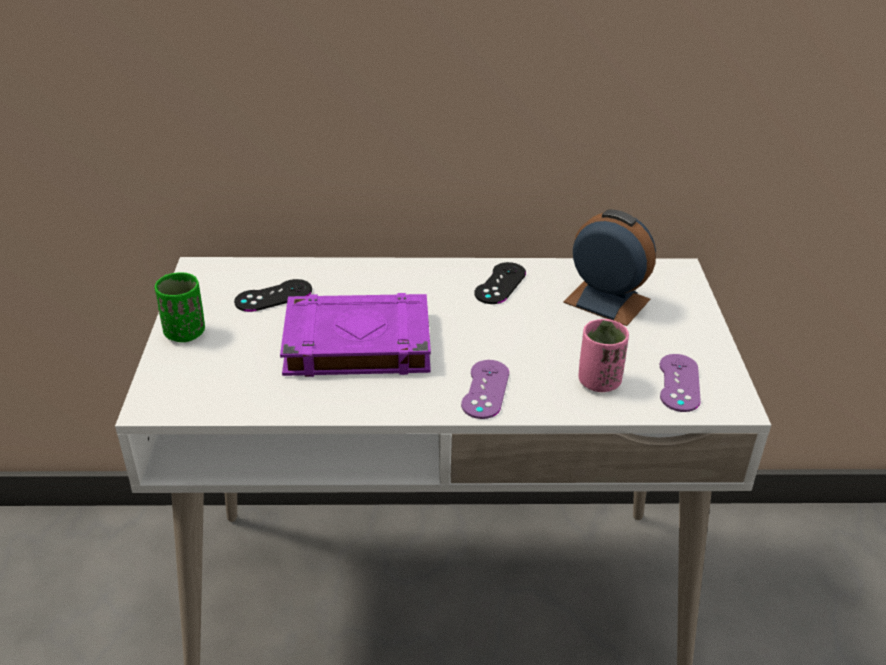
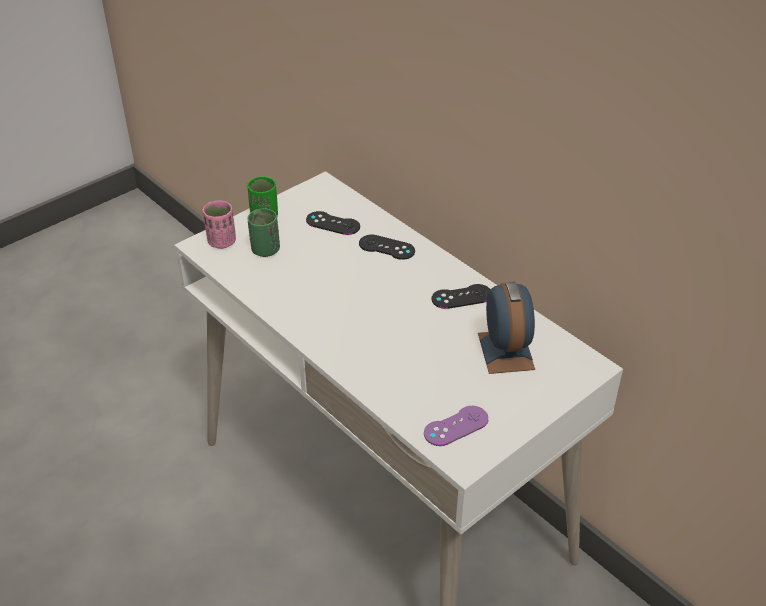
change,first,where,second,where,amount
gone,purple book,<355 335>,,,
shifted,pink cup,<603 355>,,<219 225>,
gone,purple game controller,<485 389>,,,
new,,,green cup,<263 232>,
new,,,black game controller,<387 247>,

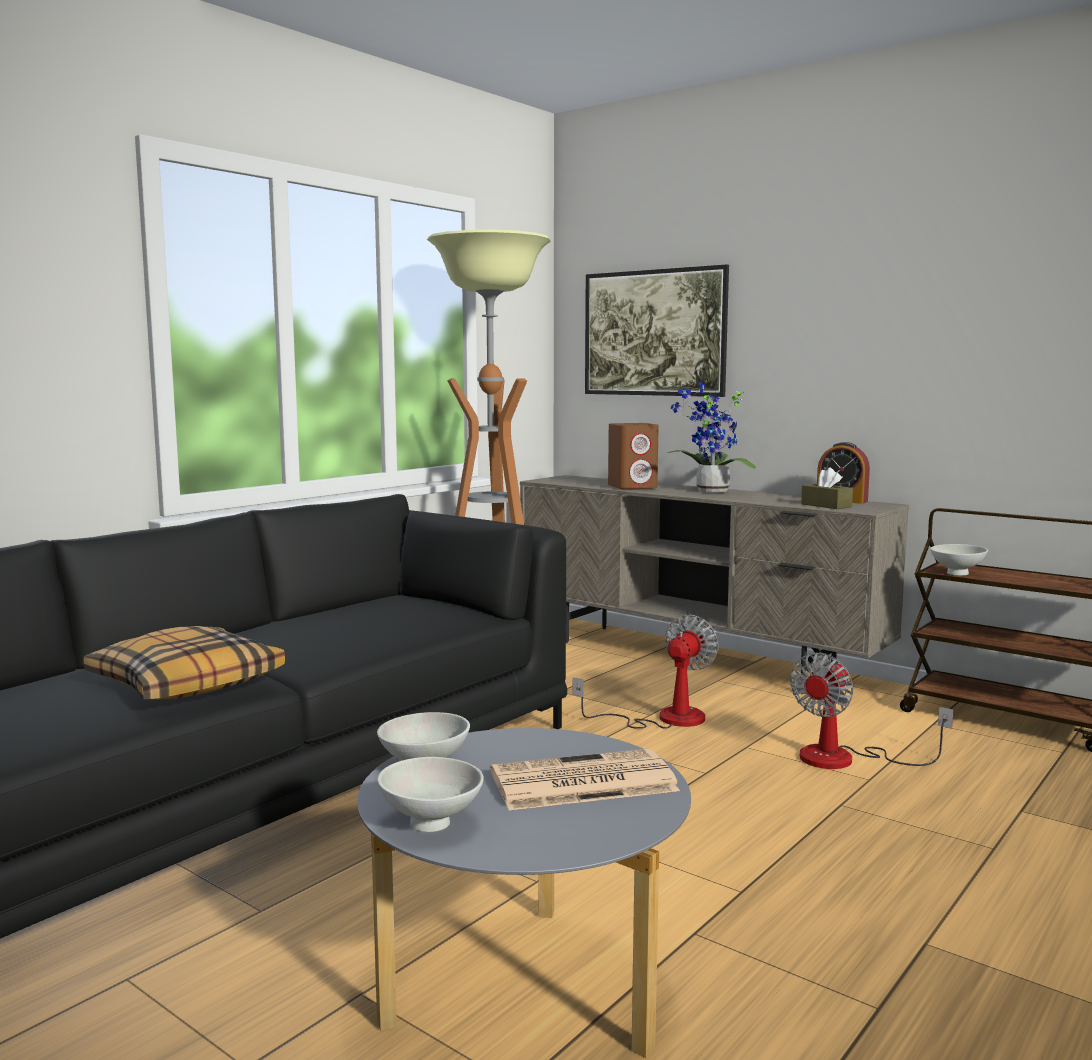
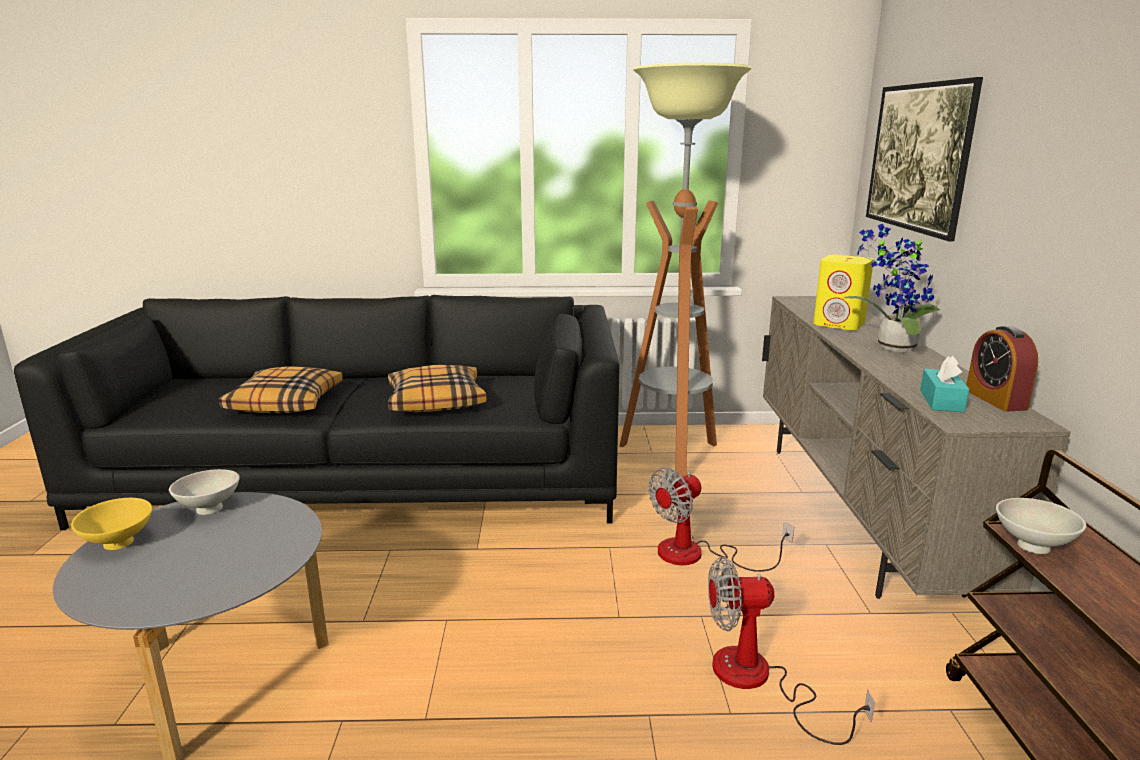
change,first,where,second,where,amount
repainted,brown speaker,<633 456>,yellow speaker,<843 292>,
repainted,brown tissue box,<827 488>,turquoise tissue box,<944 384>,
rotated,fan,<645 672>,,<721 520>,150 degrees clockwise
gone,newspaper,<585 779>,,,
repainted,white bowl,<430 794>,yellow bowl,<111 524>,
new,,,pillow,<437 388>,

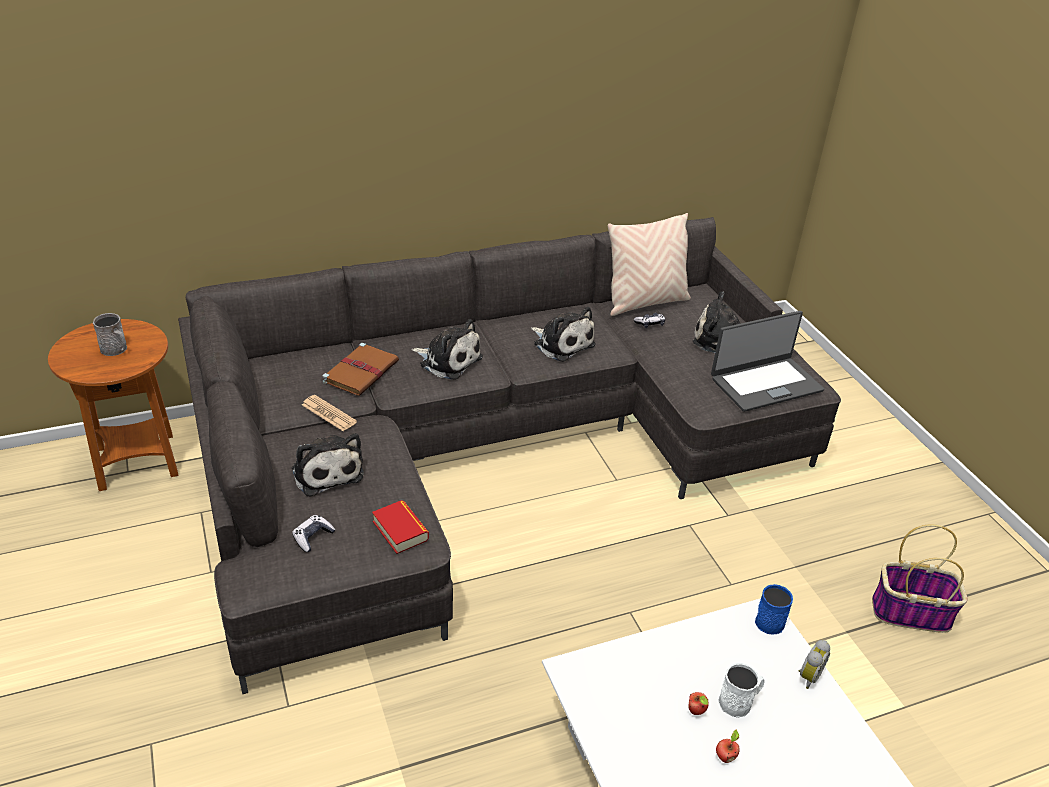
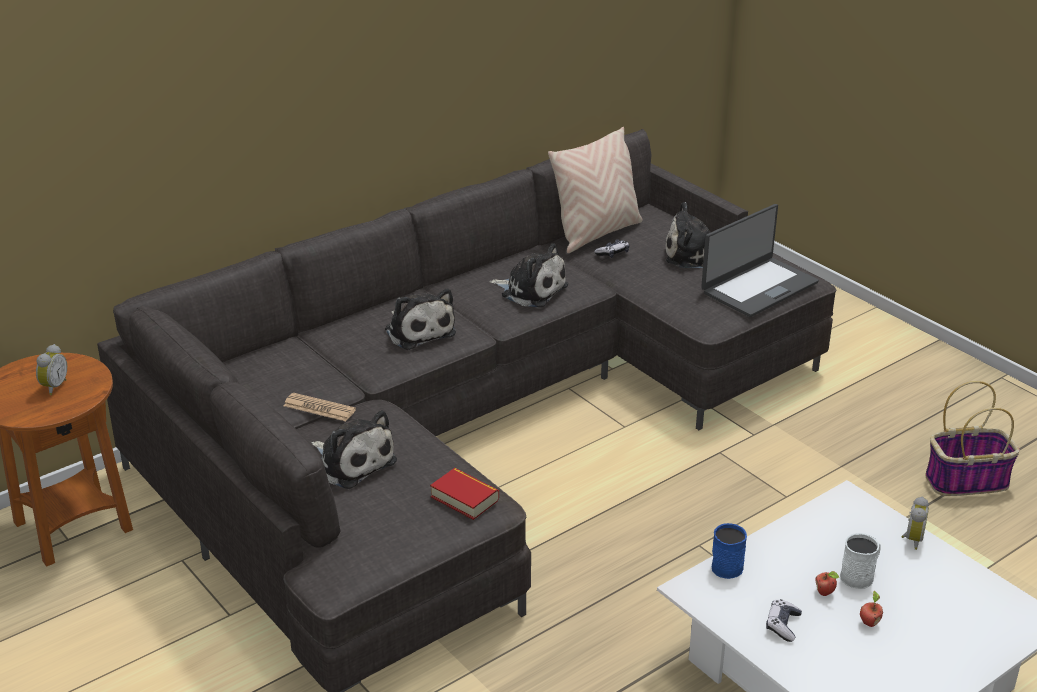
change,first,where,second,where,amount
swapped,grey mug,<110 334>,alarm clock,<51 369>,
rotated,plush toy,<447 349>,,<420 319>,45 degrees clockwise
gone,brown book,<360 369>,,,
shifted,game controller,<313 533>,,<784 620>,
shifted,blue mug,<774 609>,,<729 551>,

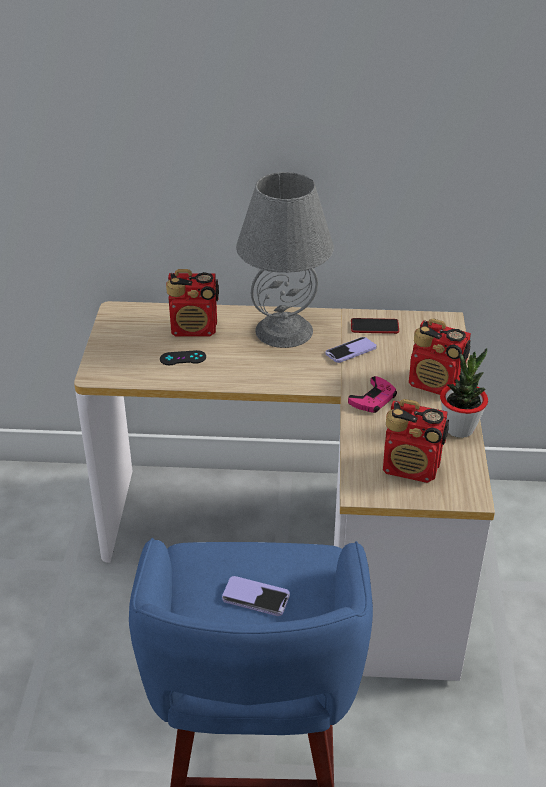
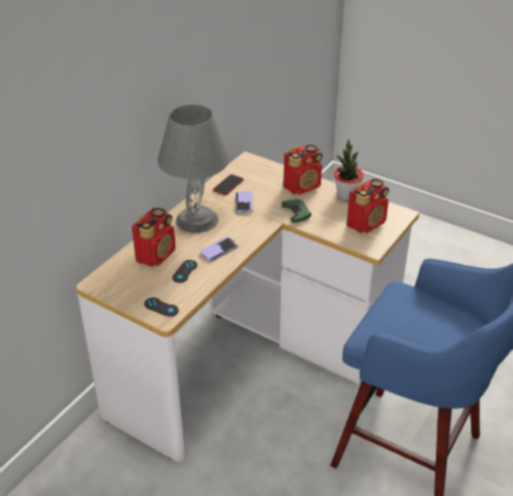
change,first,where,second,where,amount
repainted,pink game controller,<372 394>,green game controller,<296 211>,
shifted,phone,<256 596>,,<219 249>,
new,,,black game controller,<161 307>,

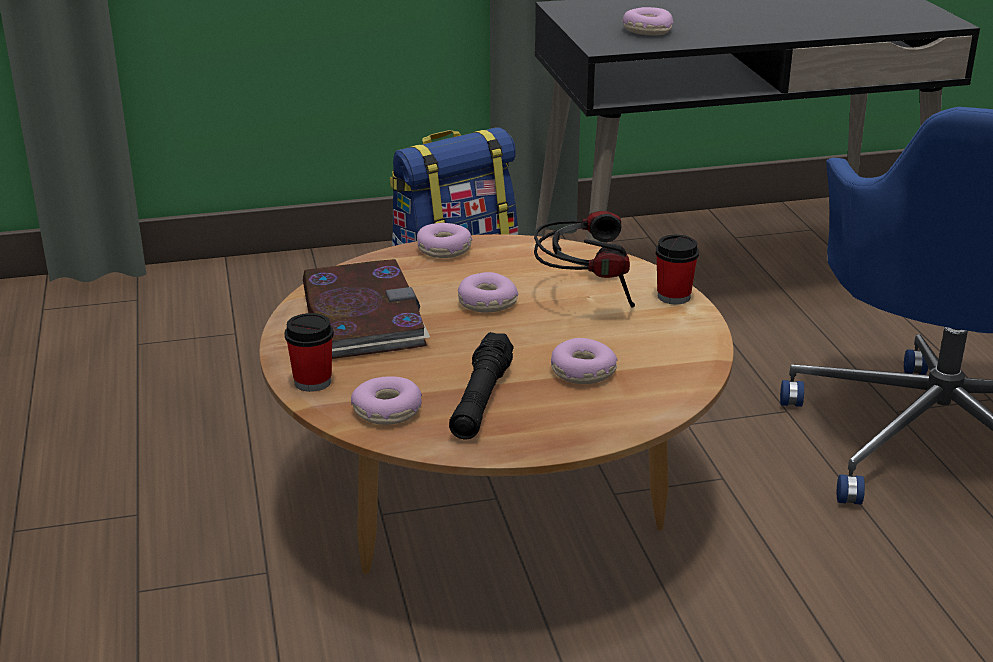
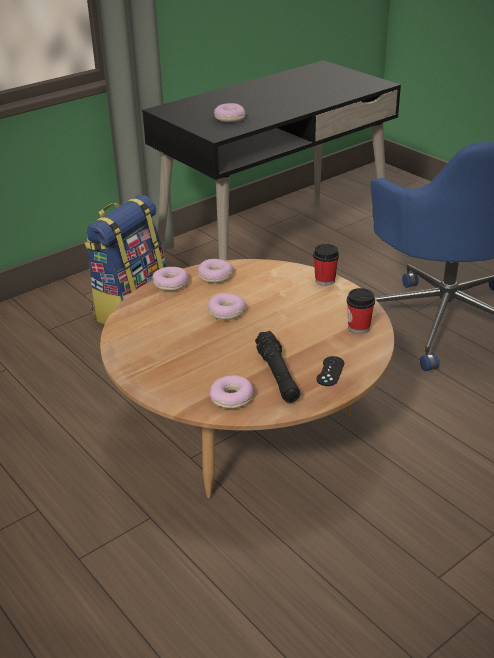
change,first,where,second,where,amount
gone,headphones,<584 259>,,,
gone,book,<366 309>,,,
shifted,cup,<309 352>,,<361 311>,
shifted,donut,<584 361>,,<215 271>,
new,,,black game controller,<330 371>,

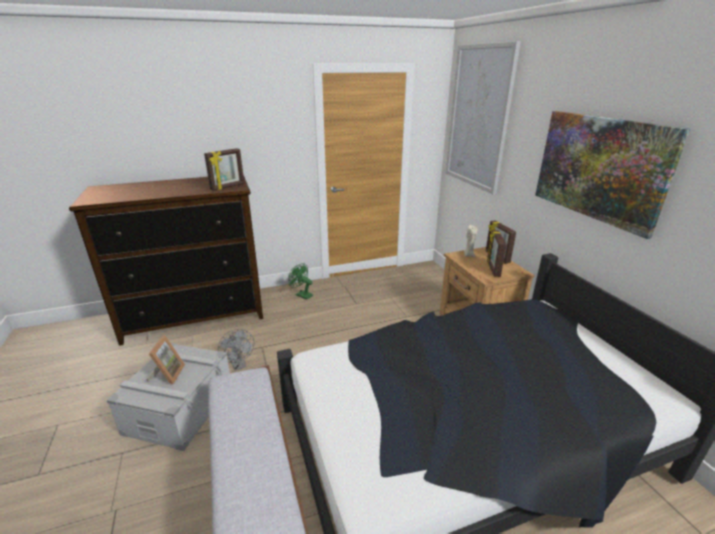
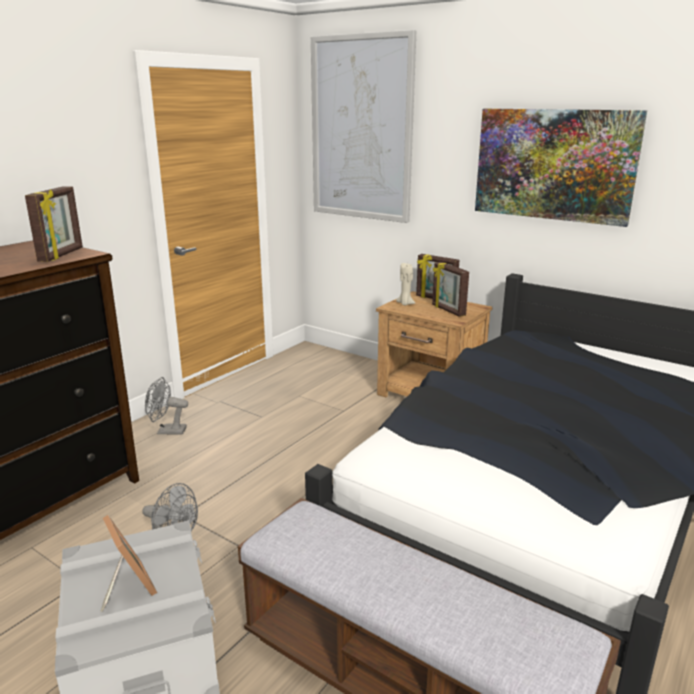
change,first,where,second,where,amount
repainted,green fan,<301 281>,grey fan,<166 406>,

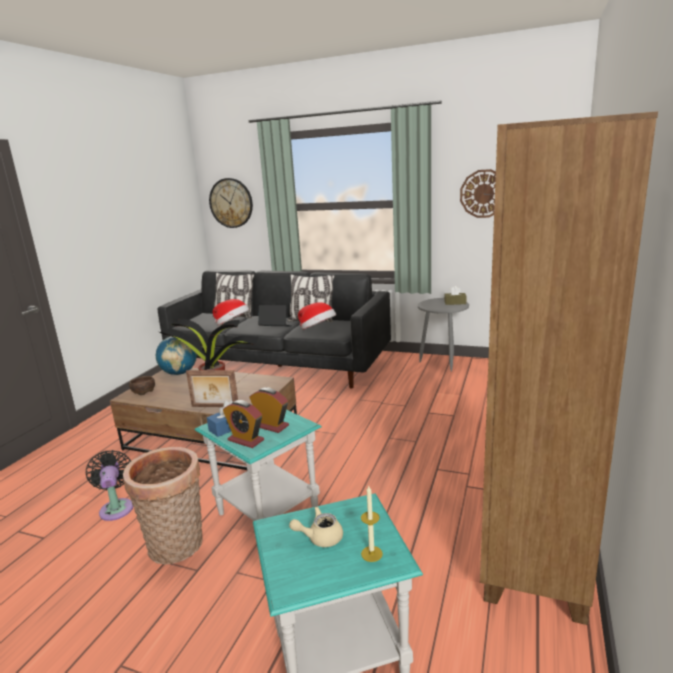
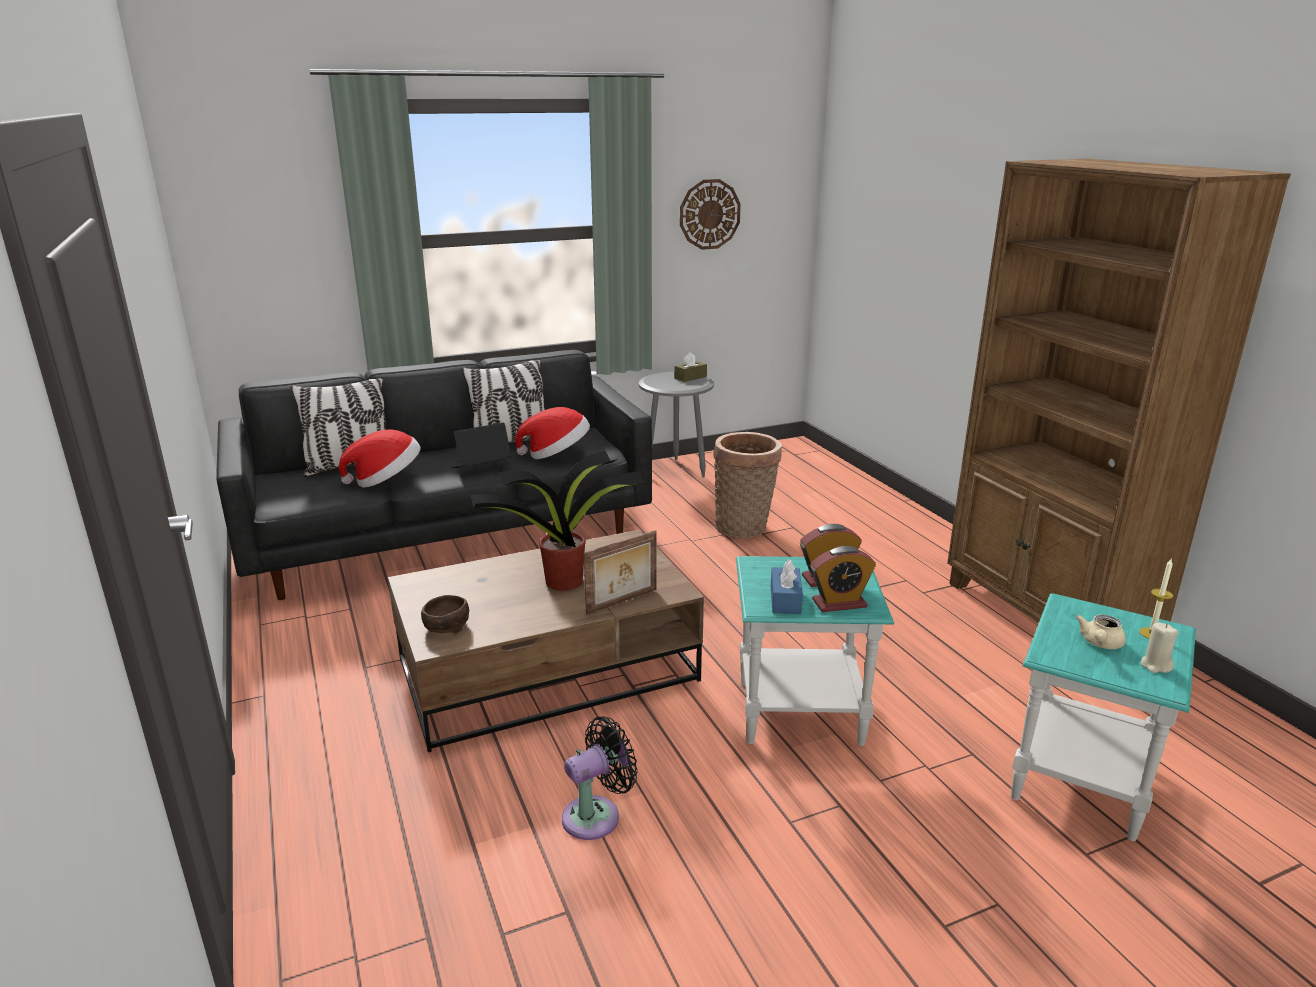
change,first,where,second,where,amount
gone,wall clock,<231 203>,,,
gone,globe,<176 355>,,,
shifted,basket,<163 505>,,<747 485>,
rotated,black fan,<109 485>,,<600 778>,120 degrees clockwise
new,,,beige candle,<1160 648>,

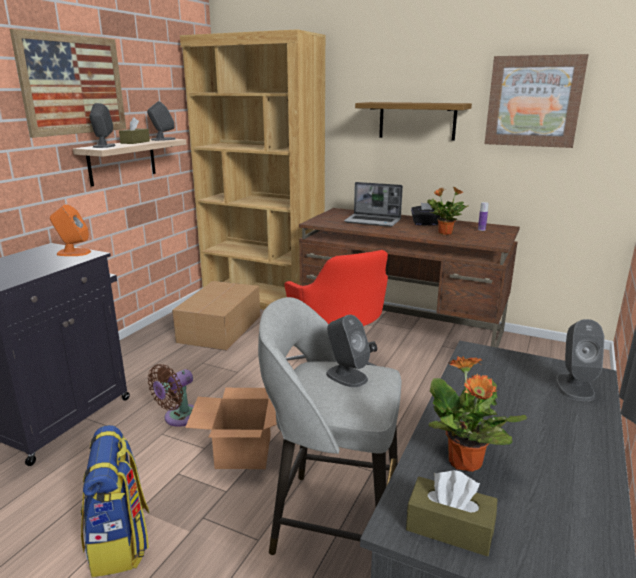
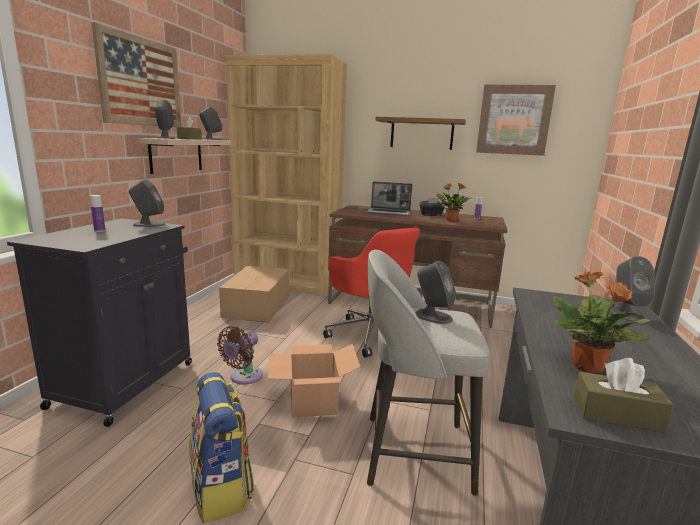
change,first,where,second,where,amount
repainted,orange speaker,<70 230>,grey speaker,<147 203>,
new,,,bottle,<97 213>,

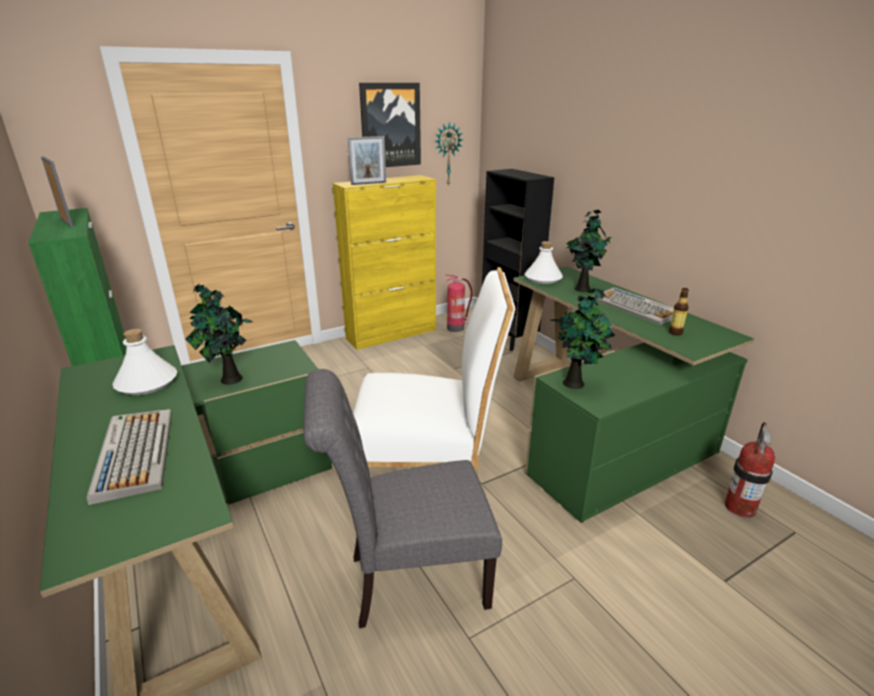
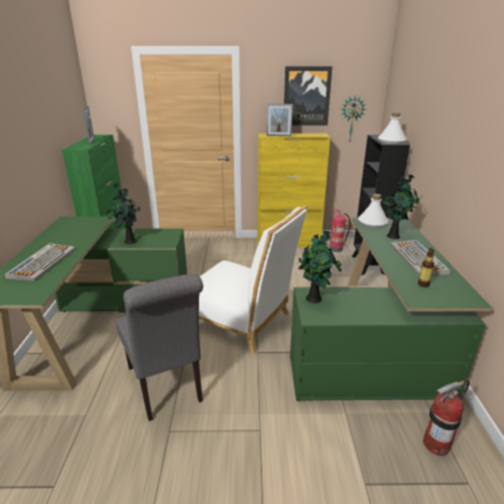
change,first,where,second,where,amount
shifted,white bottle,<144 362>,,<392 128>,
rotated,grey chair,<402 498>,,<159 347>,135 degrees counterclockwise

